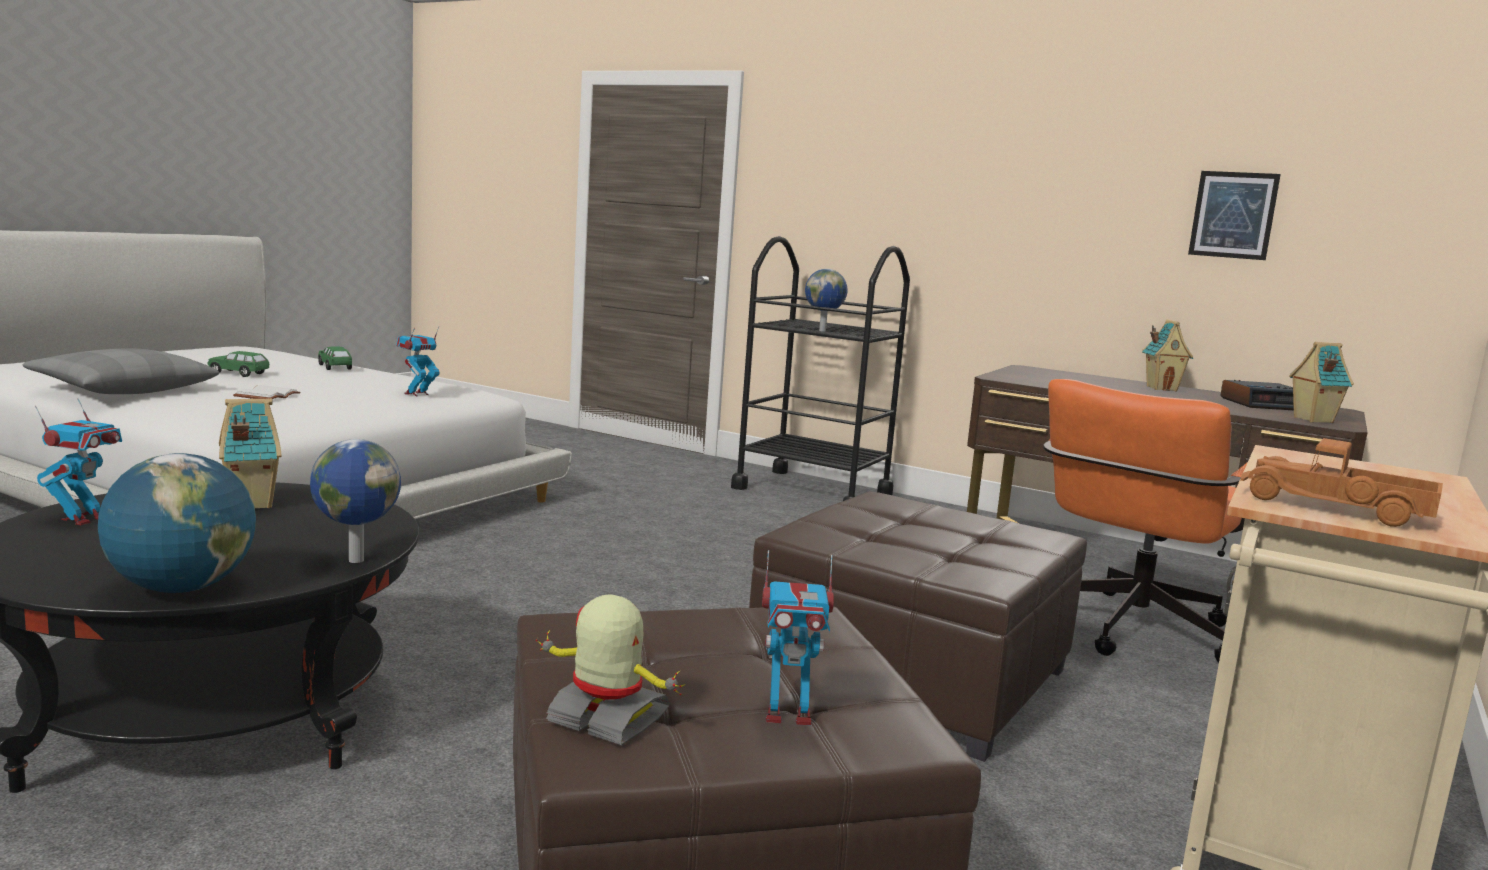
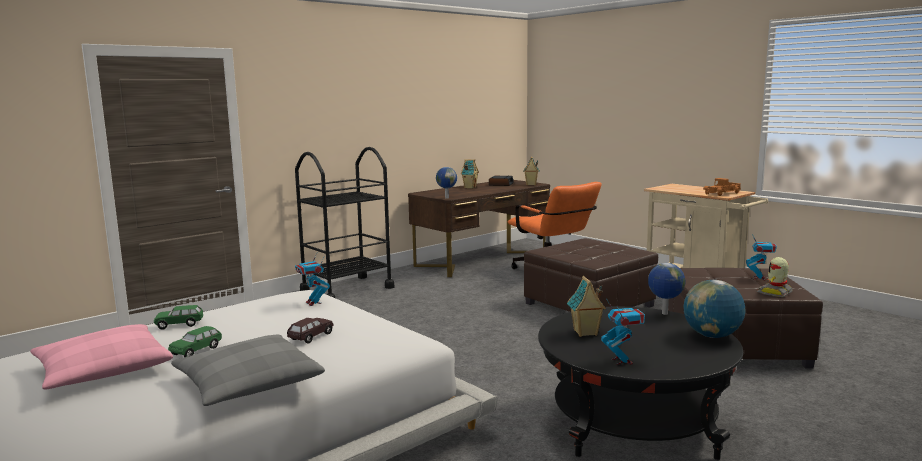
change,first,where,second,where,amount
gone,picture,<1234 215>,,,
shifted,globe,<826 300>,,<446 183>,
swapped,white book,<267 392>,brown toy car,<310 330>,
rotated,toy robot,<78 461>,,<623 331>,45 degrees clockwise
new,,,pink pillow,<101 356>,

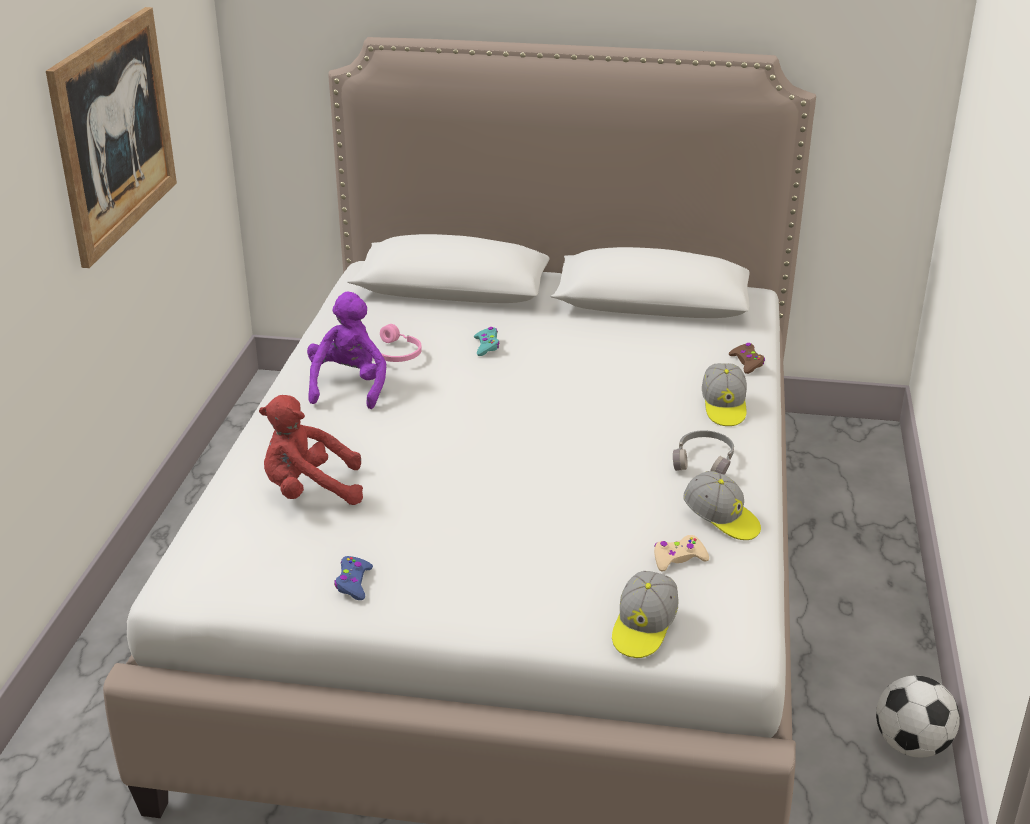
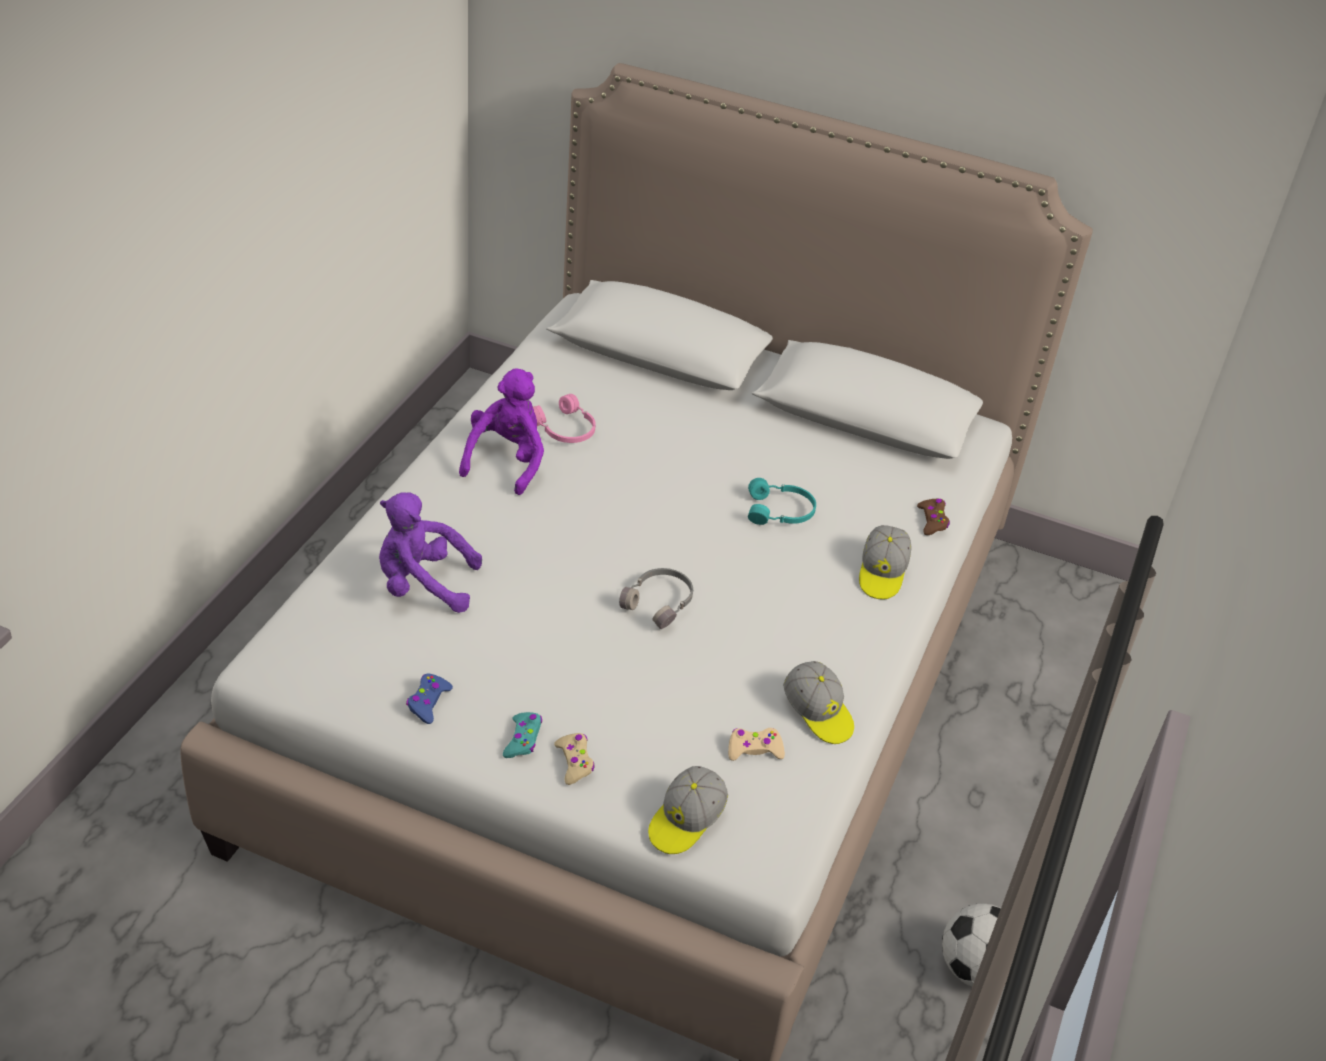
change,first,where,second,where,amount
gone,picture,<111 137>,,,
shifted,turquoise game controller,<486 341>,,<522 735>,
repainted,red plush toy,<311 450>,purple plush toy,<430 552>,
shifted,grey headphones,<703 452>,,<656 598>,
new,,,turquoise headphones,<782 501>,
new,,,beige game controller,<574 759>,

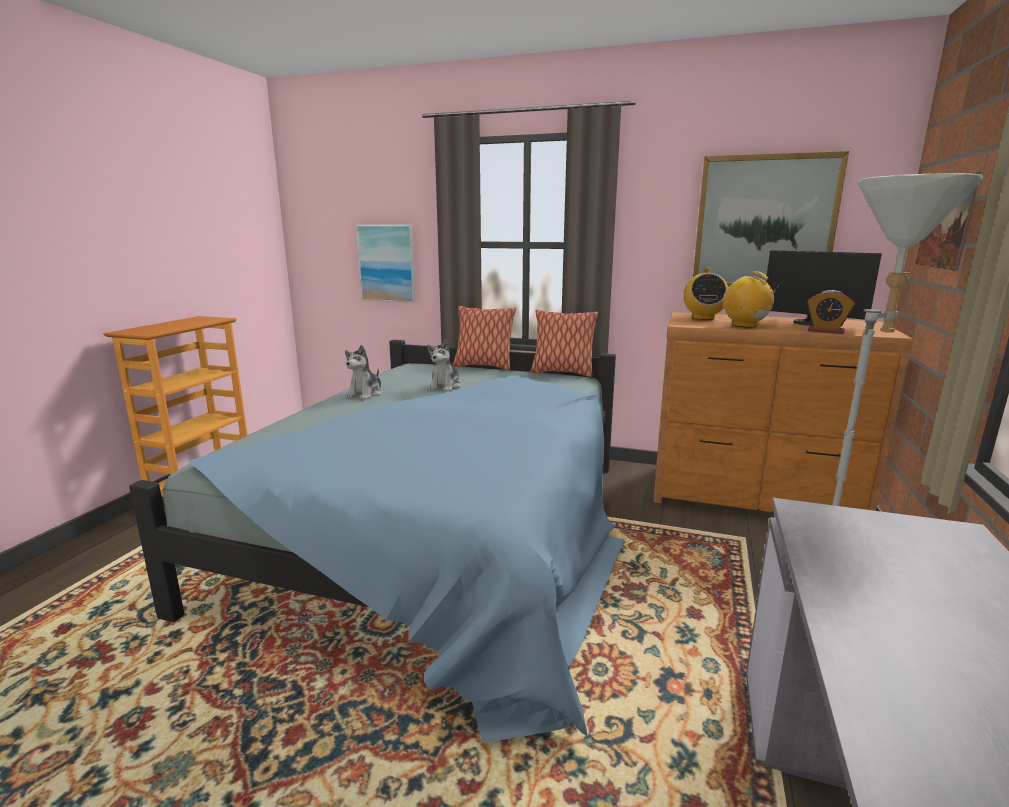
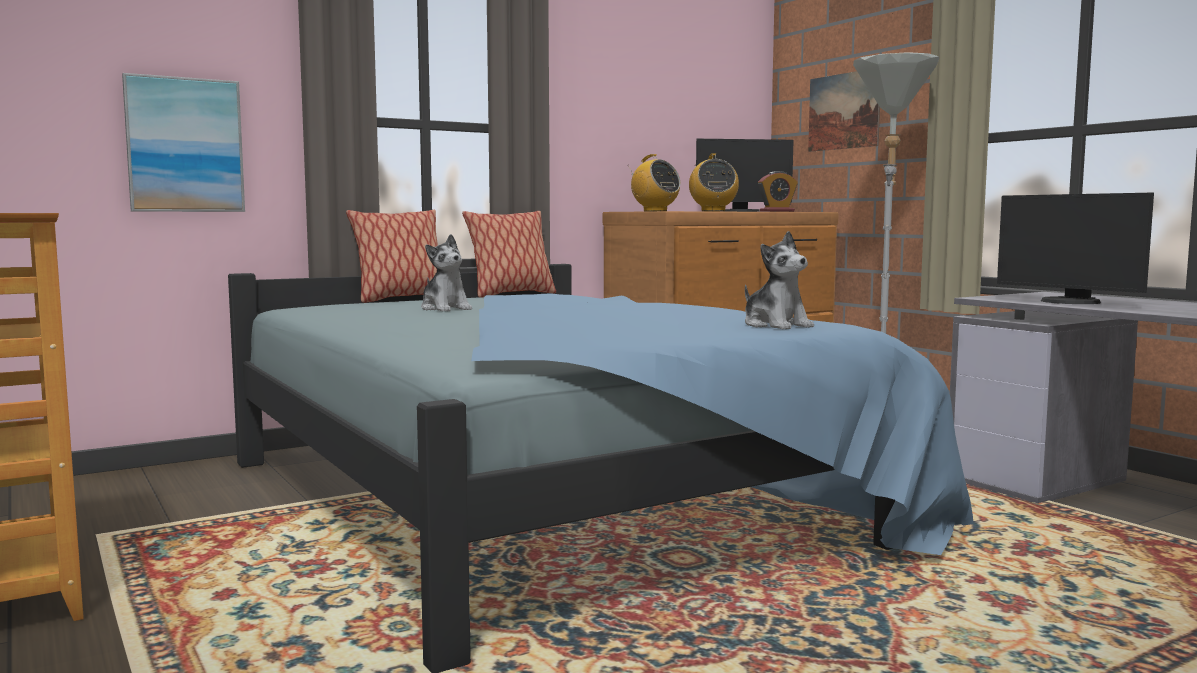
change,first,where,second,where,amount
gone,picture,<771 219>,,,
rotated,radio,<752 299>,,<714 182>,105 degrees counterclockwise
shifted,plush toy,<364 372>,,<779 280>,
new,,,monitor,<1075 248>,

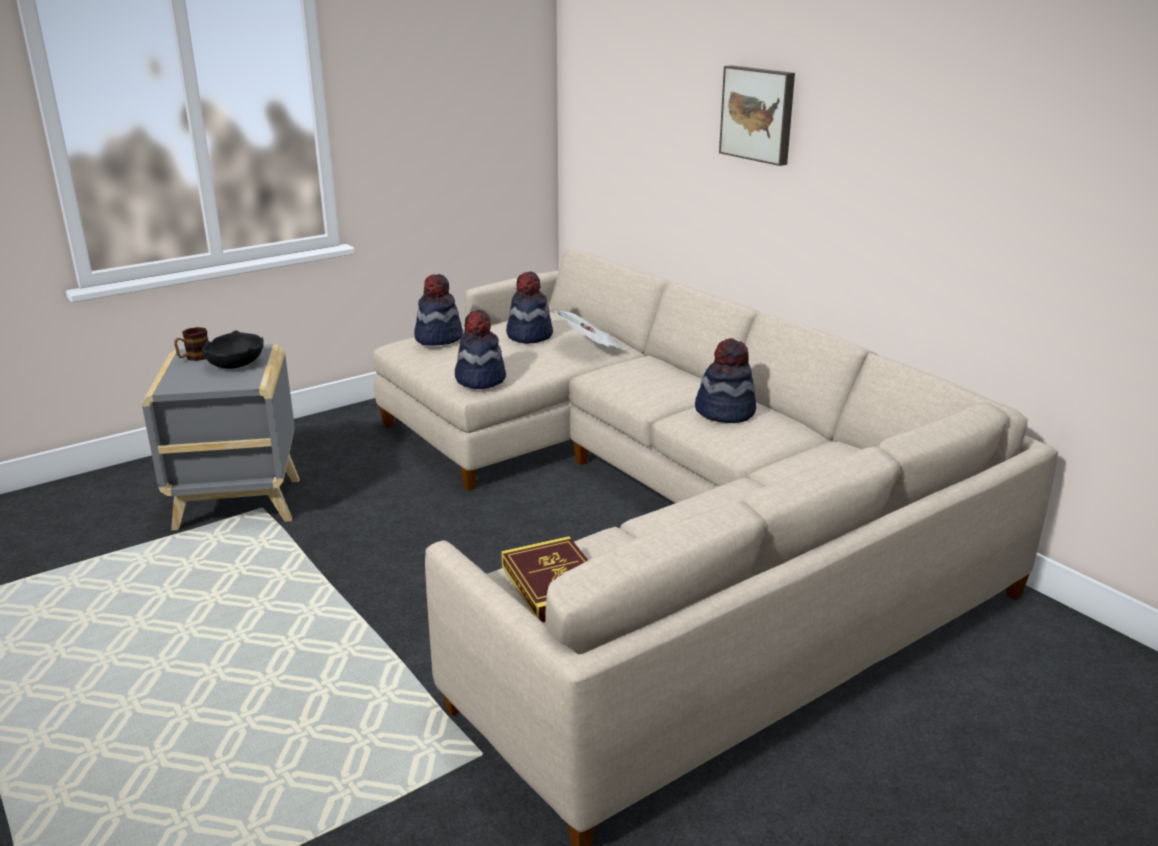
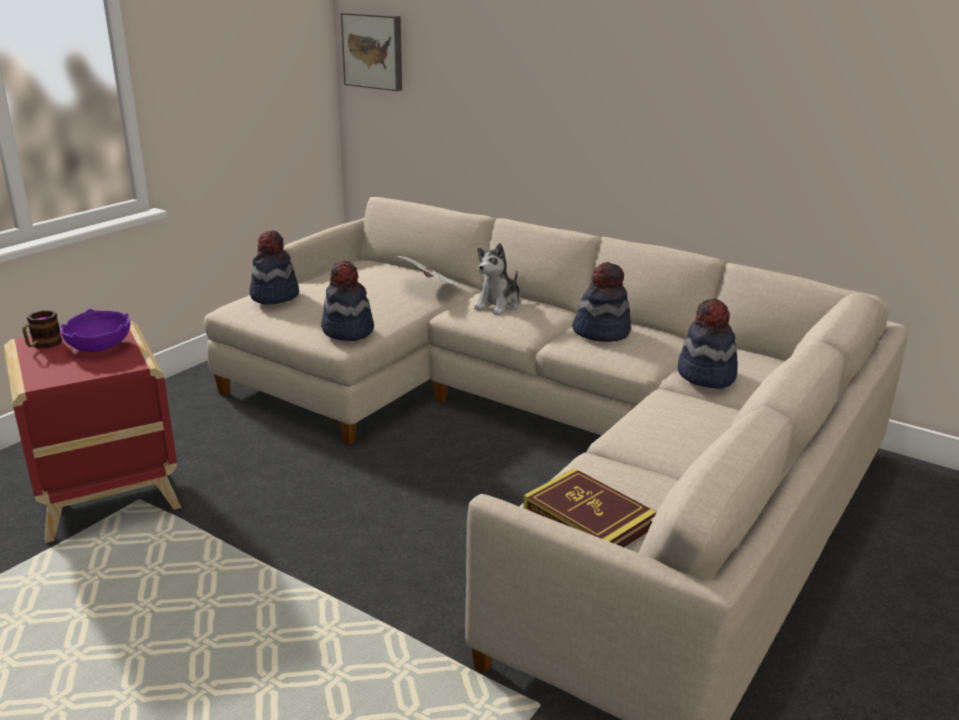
change,first,where,second,where,amount
shifted,picture,<757 115>,,<371 51>,
shifted,hat,<529 307>,,<708 343>,
repainted,black bowl,<233 349>,purple bowl,<96 330>,
repainted,grey side table,<220 437>,red side table,<93 431>,
new,,,plush toy,<497 279>,

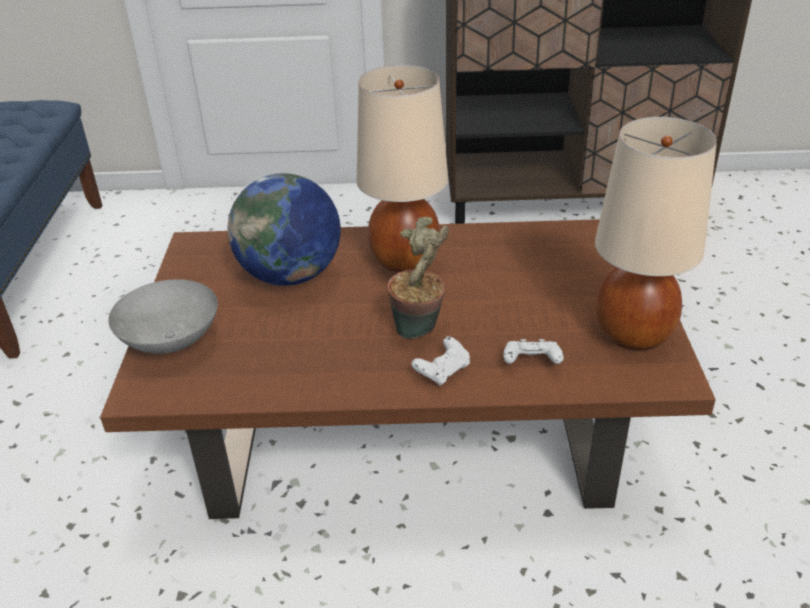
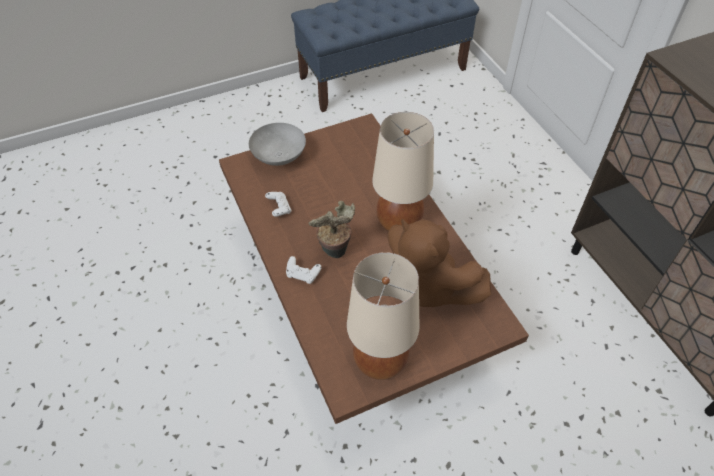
change,first,where,second,where,amount
gone,globe,<284 229>,,,
shifted,white game controller,<533 351>,,<278 204>,
new,,,brown plush toy,<439 263>,

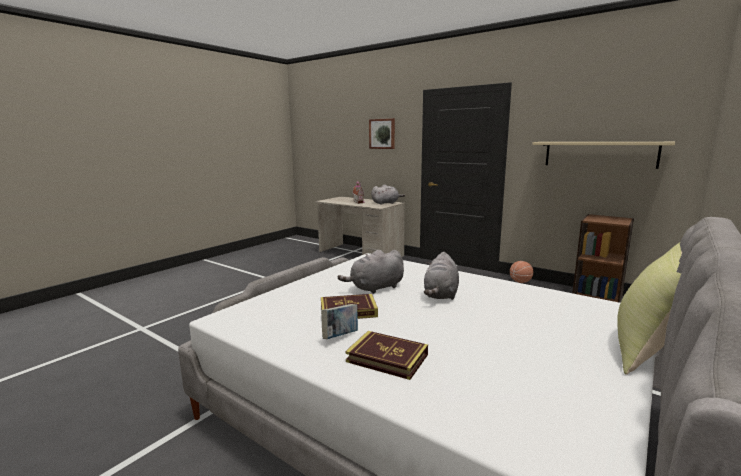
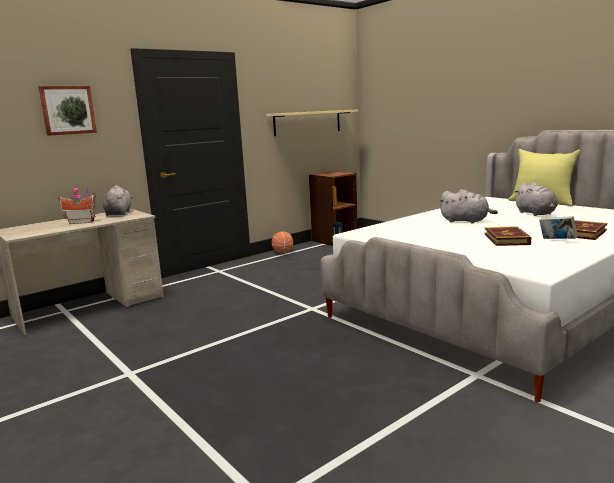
change,first,where,second,where,amount
shifted,grey plush toy,<371 272>,,<536 199>,

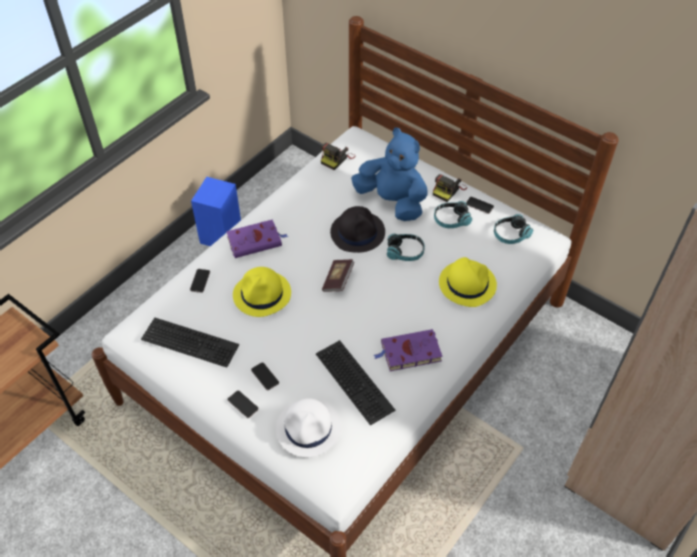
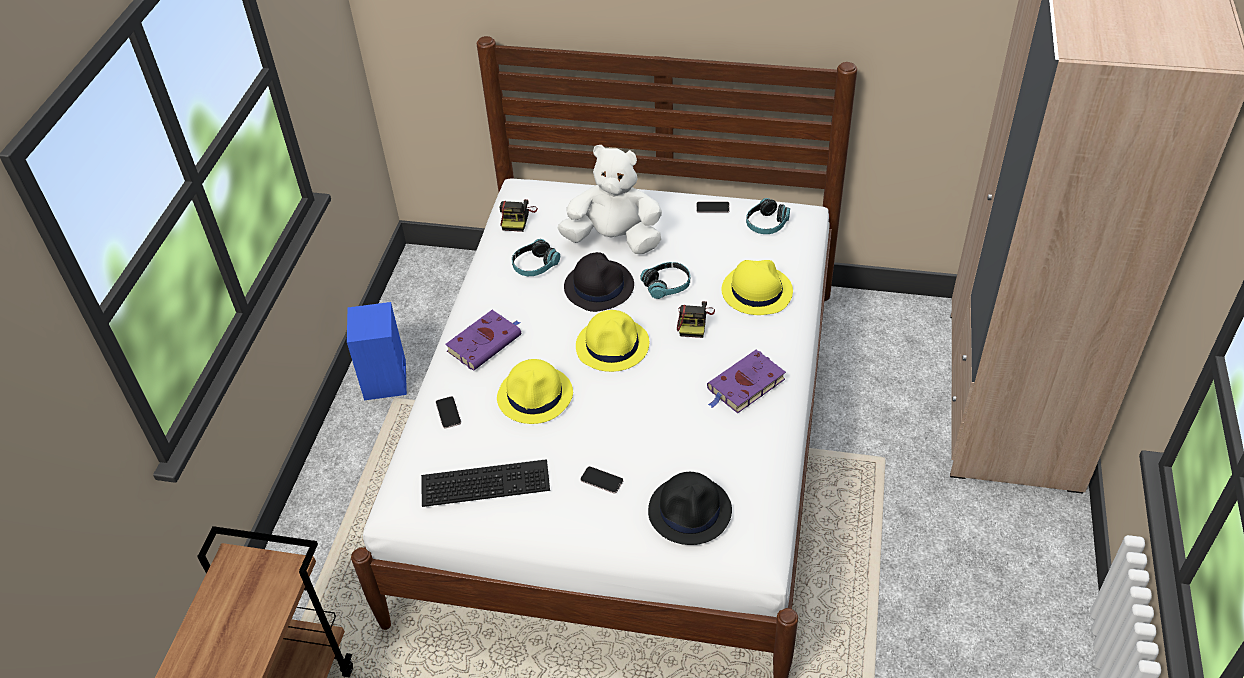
change,first,where,second,where,amount
repainted,blue plush toy,<389 174>,white plush toy,<610 199>,
shifted,photo camera,<450 188>,,<696 319>,
shifted,headphones,<453 214>,,<536 257>,
swapped,book,<338 275>,yellow hat,<612 341>,
gone,keyboard,<355 383>,,,
gone,phone,<243 404>,,,
repainted,white hat,<308 427>,black hat,<690 508>,

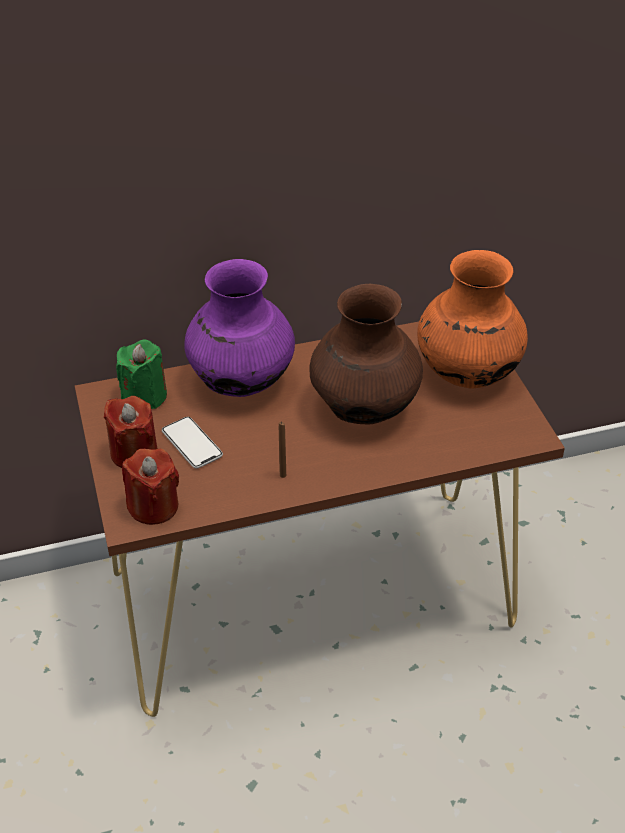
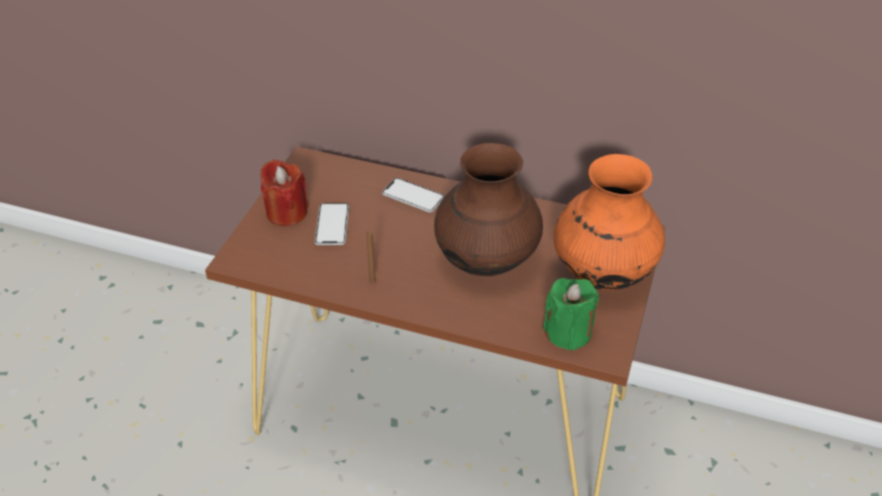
change,first,where,second,where,amount
swapped,purple vase,<239 328>,phone,<413 195>,
shifted,green candle,<141 374>,,<571 314>,
gone,red candle,<150 486>,,,

